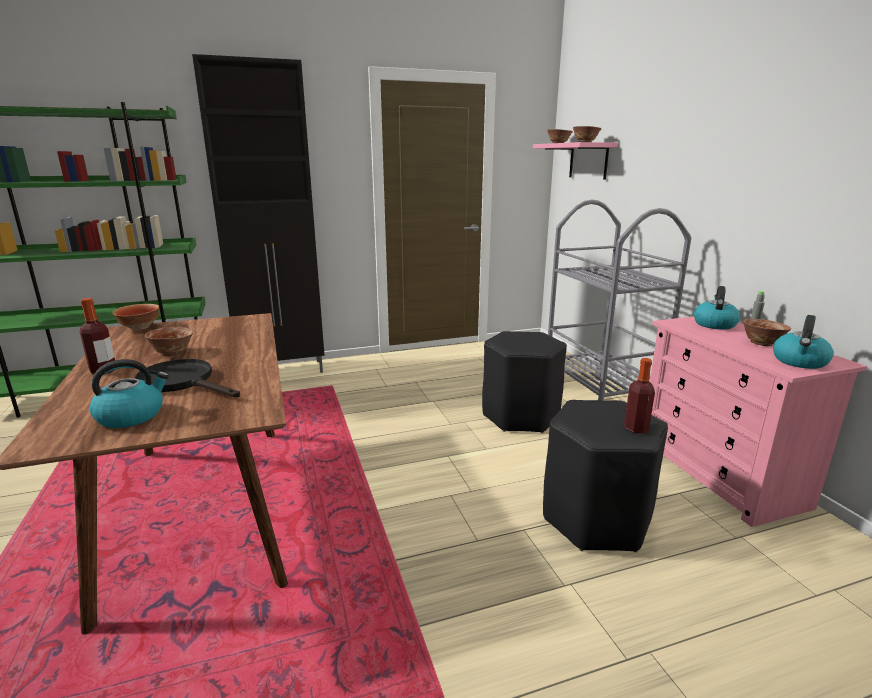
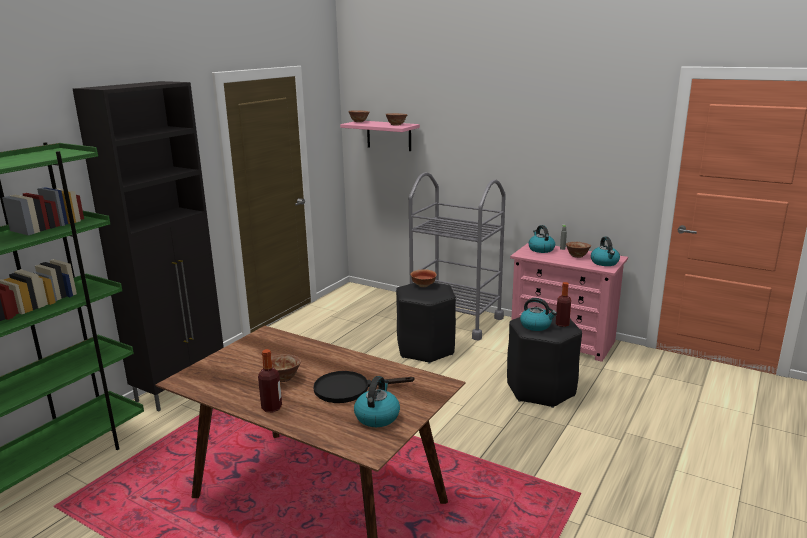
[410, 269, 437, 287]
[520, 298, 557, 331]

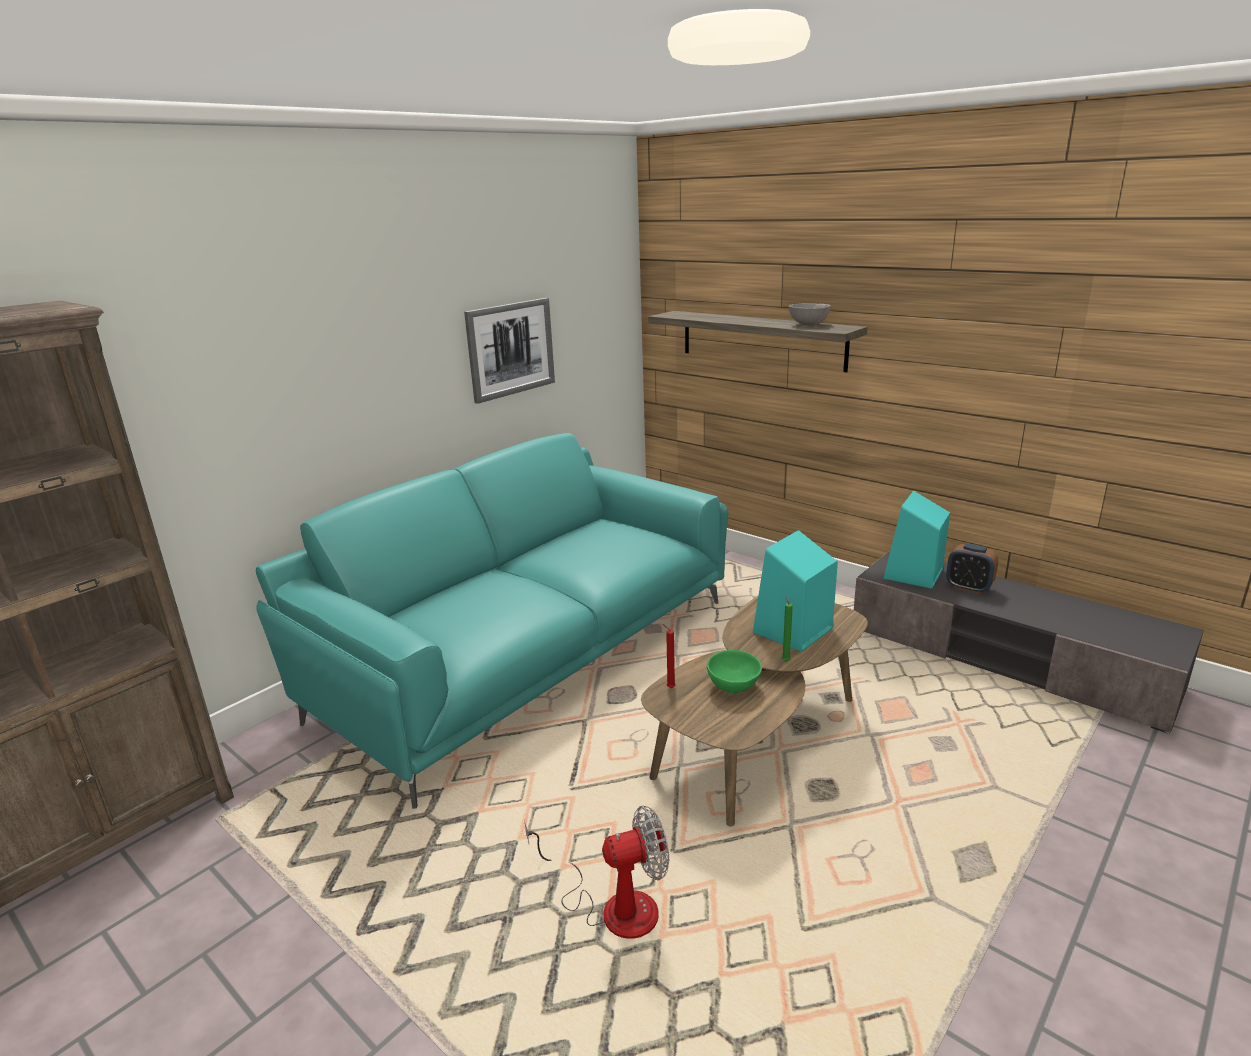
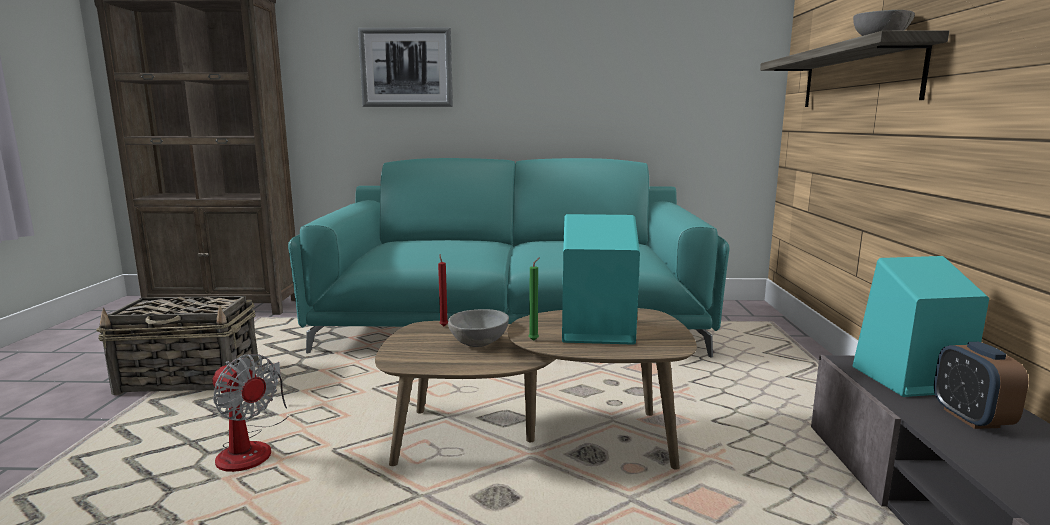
[96, 296, 259, 395]
[358, 27, 453, 107]
[448, 309, 509, 347]

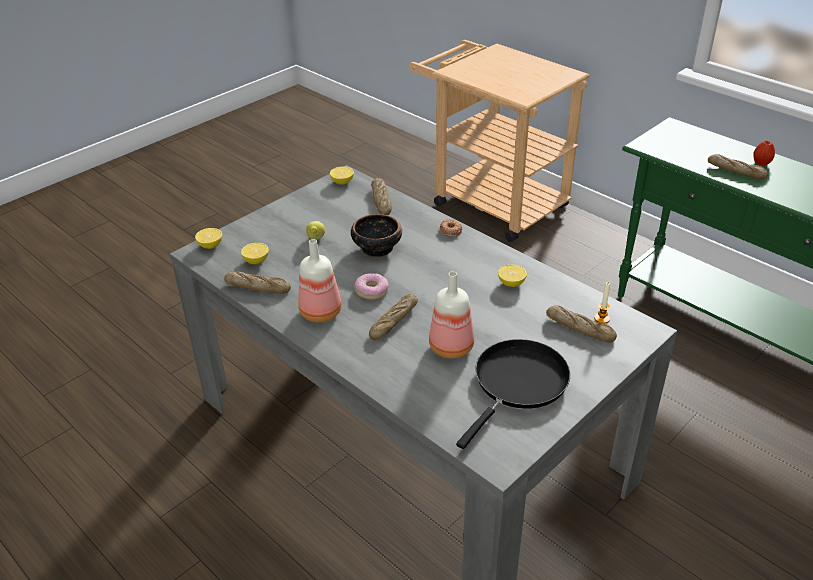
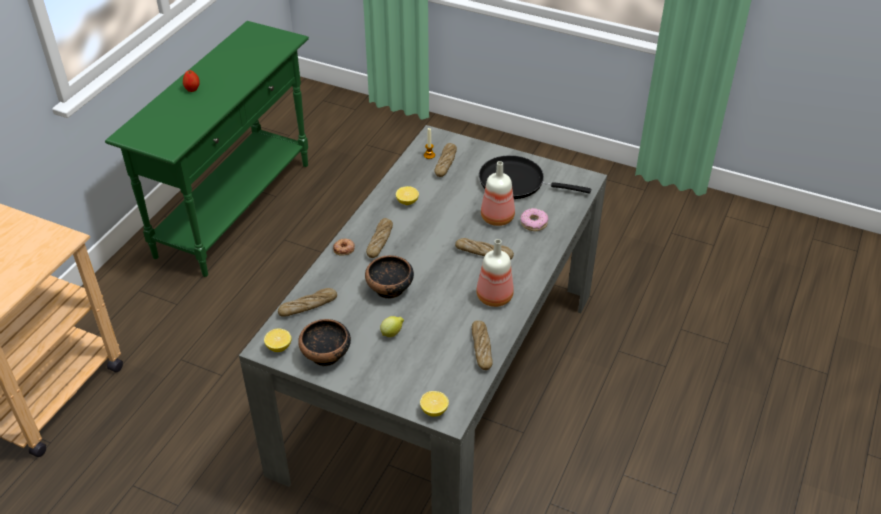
[298, 319, 351, 367]
[366, 218, 393, 258]
[521, 208, 548, 231]
[241, 243, 269, 264] (first image)

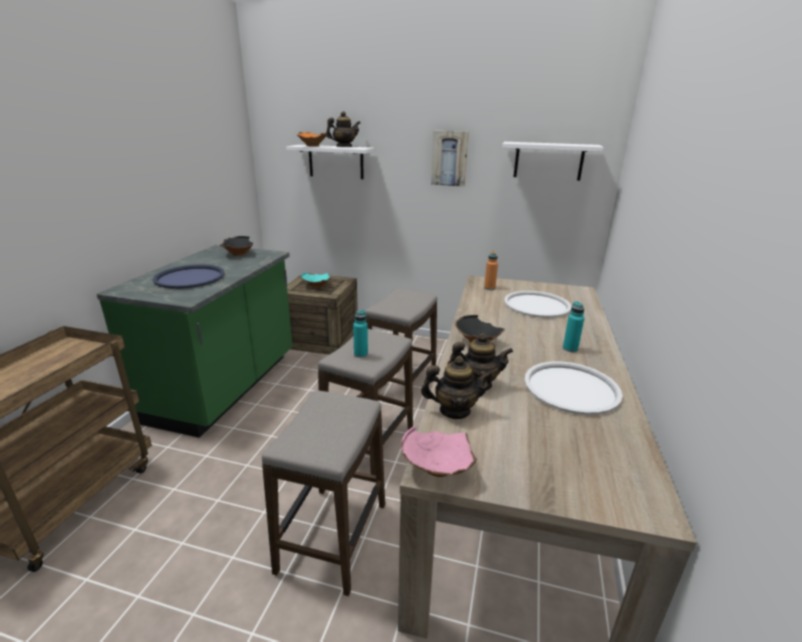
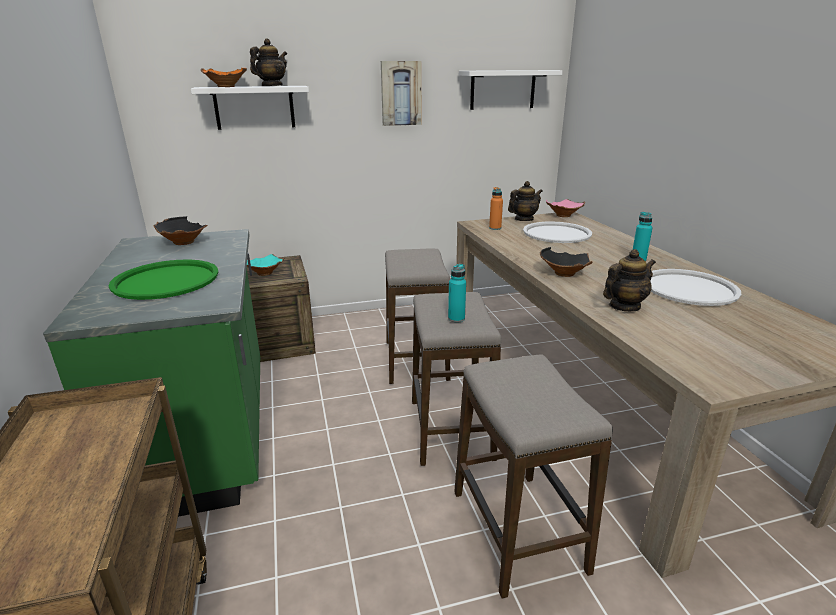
[109, 260, 219, 300]
[508, 181, 543, 221]
[546, 199, 585, 217]

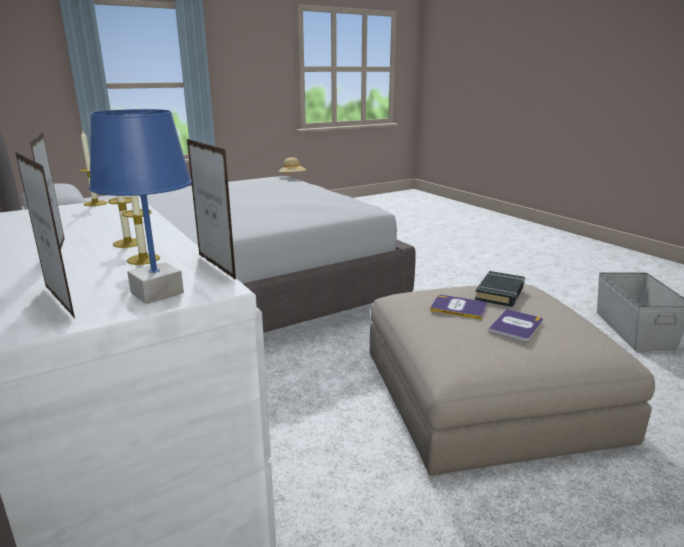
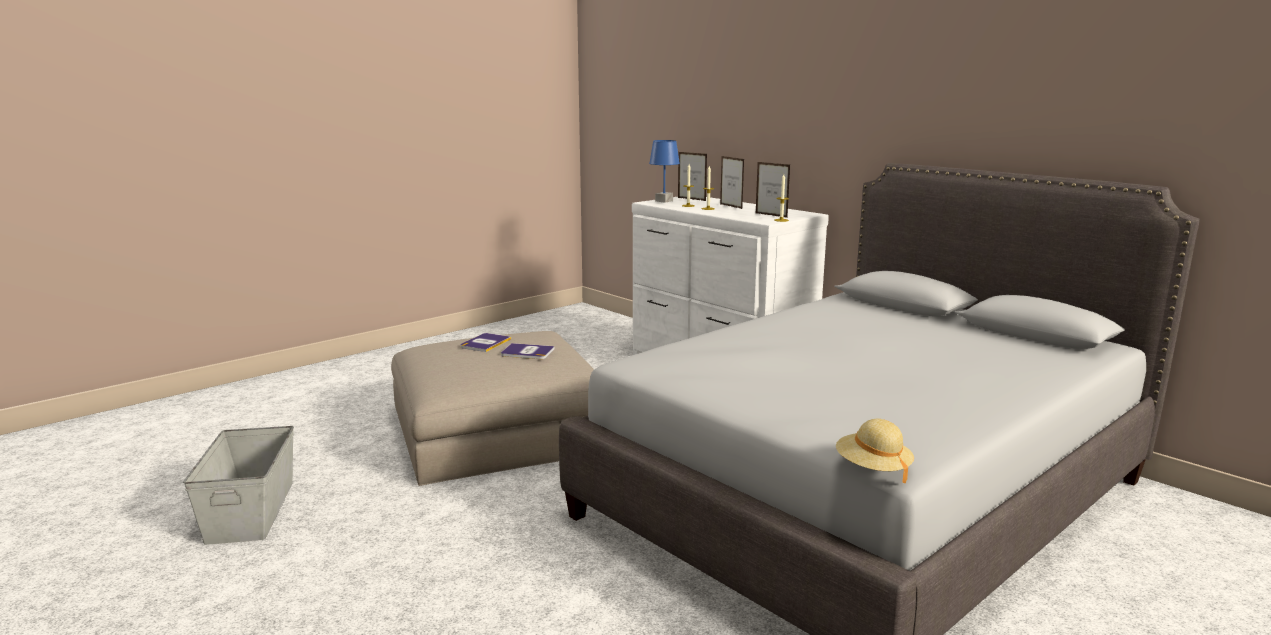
[756, 162, 790, 218]
[475, 271, 525, 307] (first image)

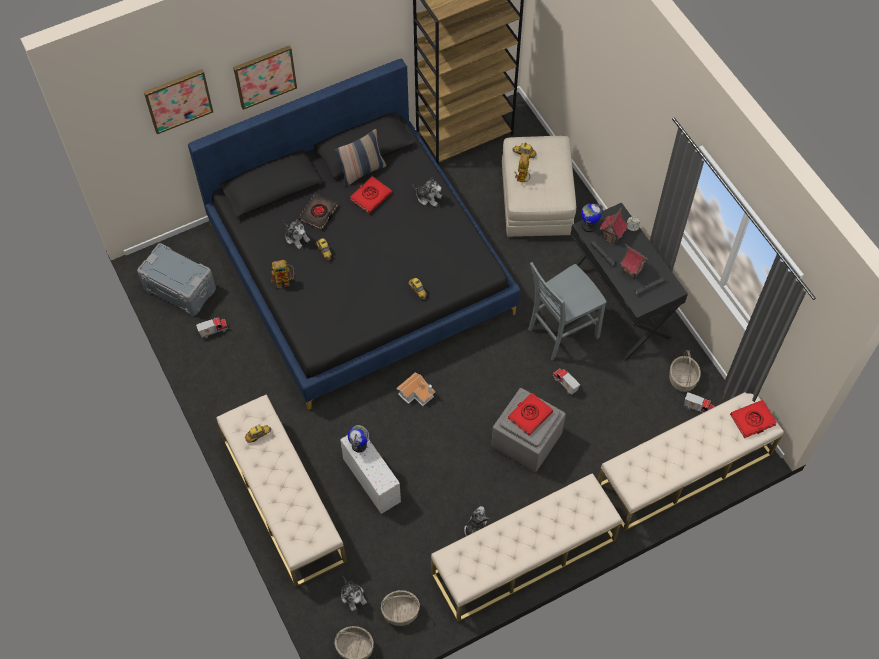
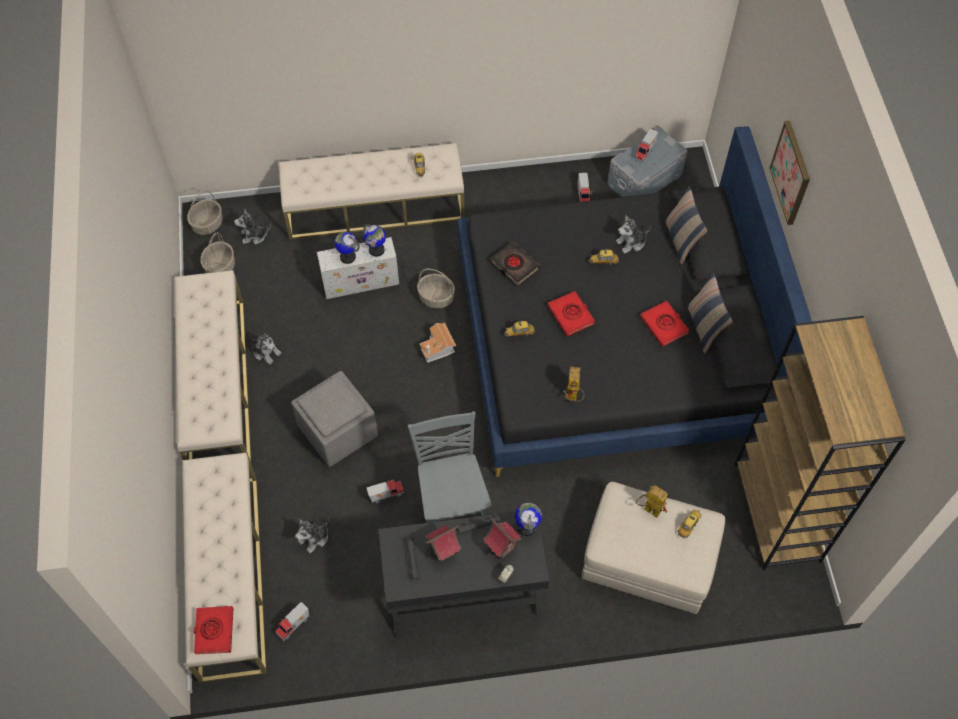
[295, 517, 329, 553]
[334, 232, 360, 264]
[417, 269, 455, 308]
[490, 242, 540, 286]
[548, 291, 595, 336]
[564, 366, 585, 402]
[635, 129, 658, 162]
[665, 186, 707, 265]
[144, 69, 213, 134] (first image)

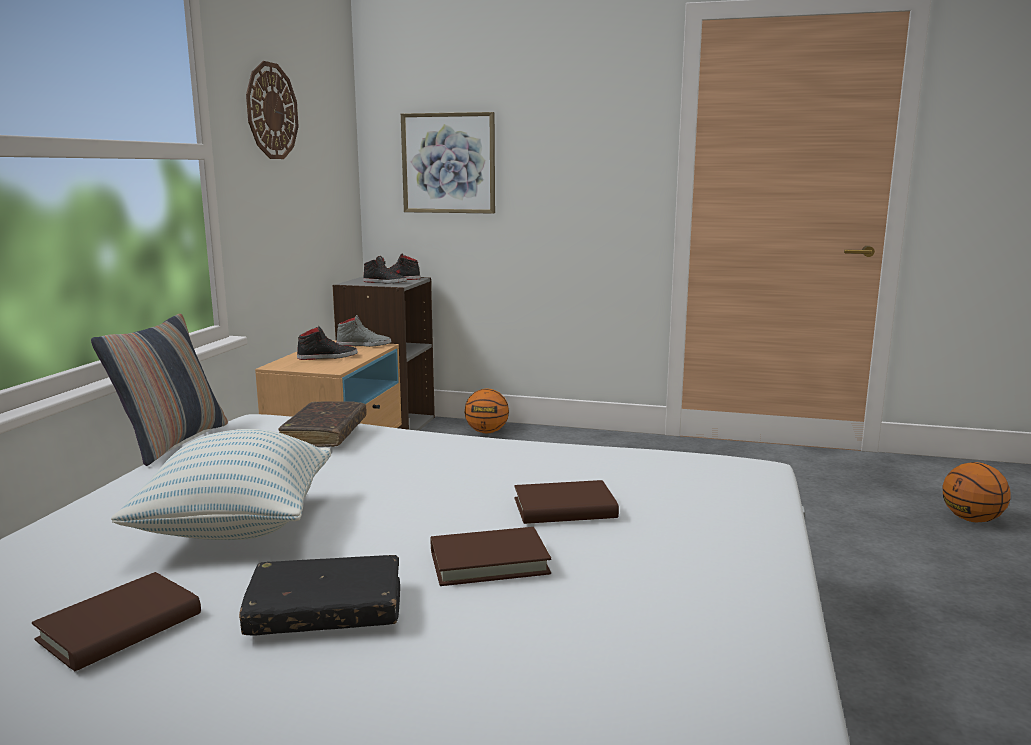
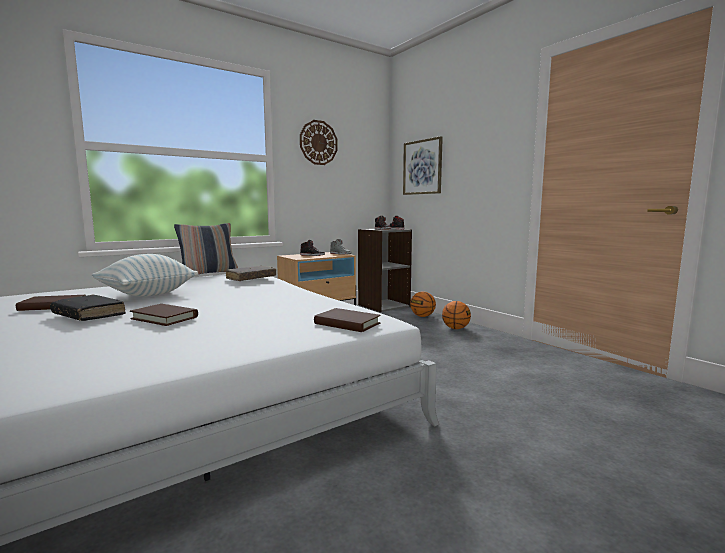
[314, 308, 381, 332]
[442, 301, 471, 329]

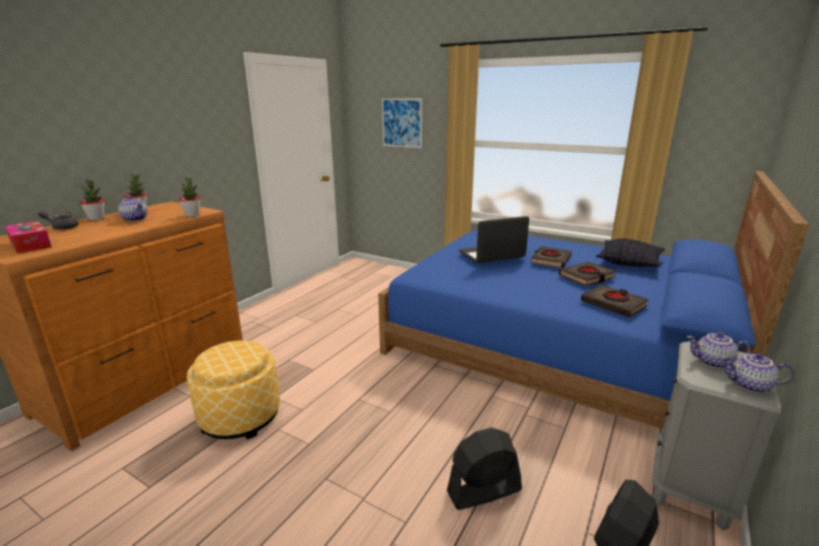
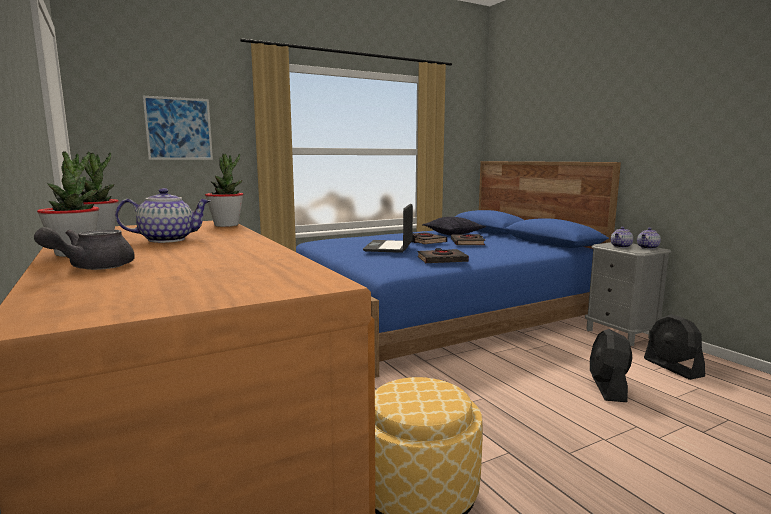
[417, 248, 469, 263]
[5, 221, 52, 254] (first image)

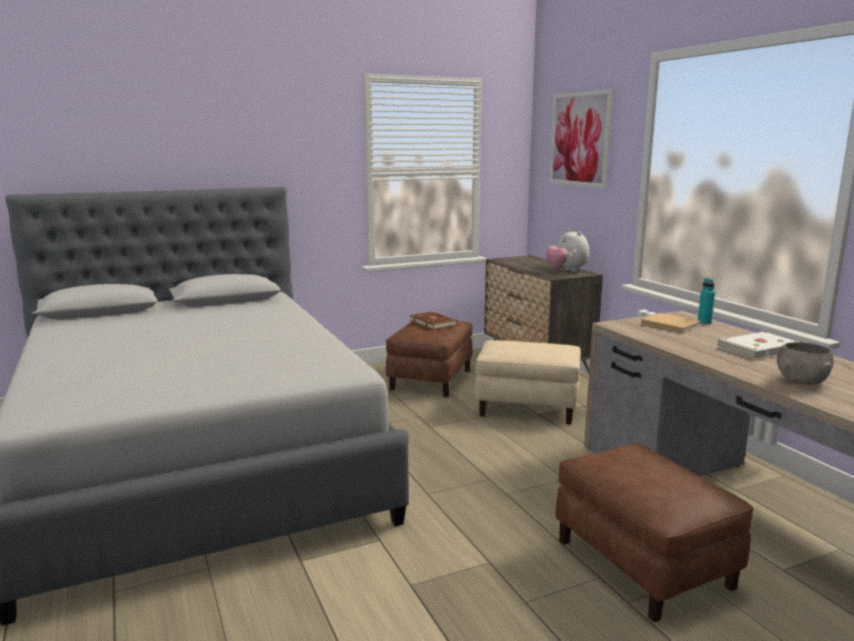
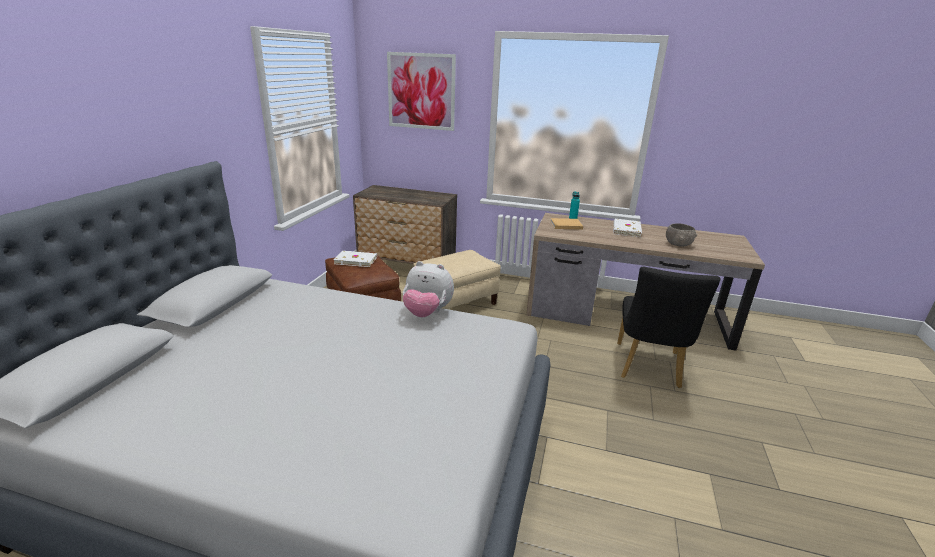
[334, 251, 377, 267]
[403, 261, 454, 317]
[617, 266, 720, 388]

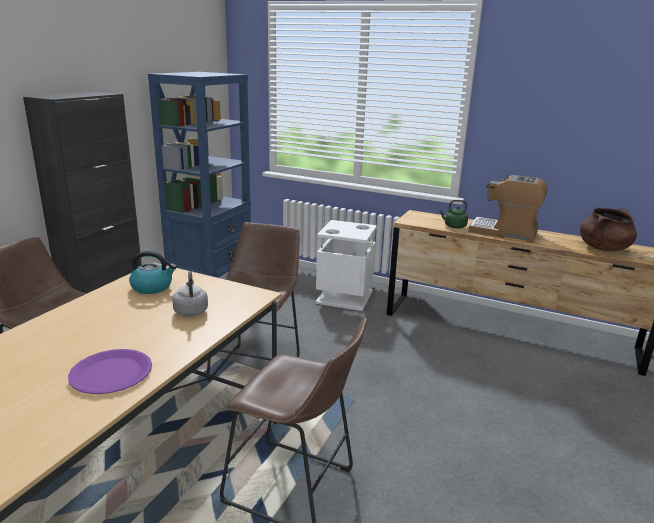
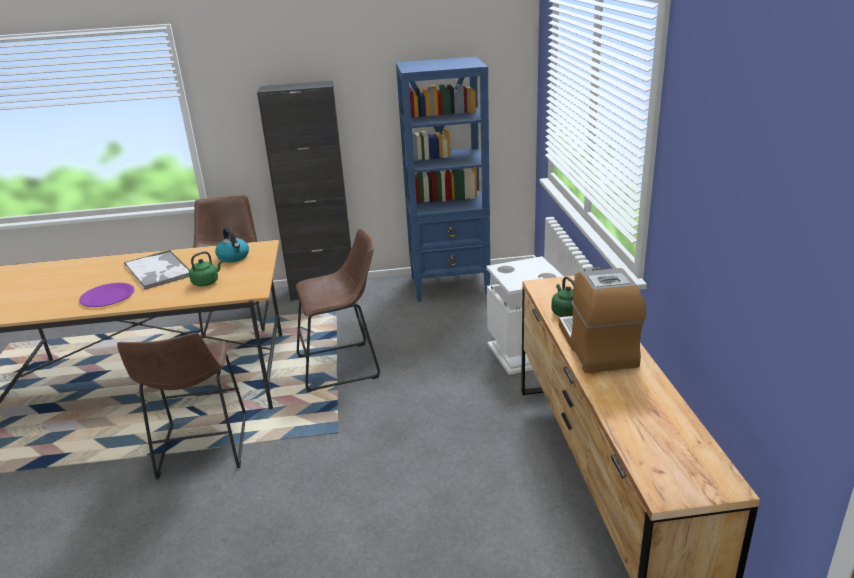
[124, 250, 190, 290]
[189, 251, 223, 286]
[580, 208, 637, 251] (first image)

